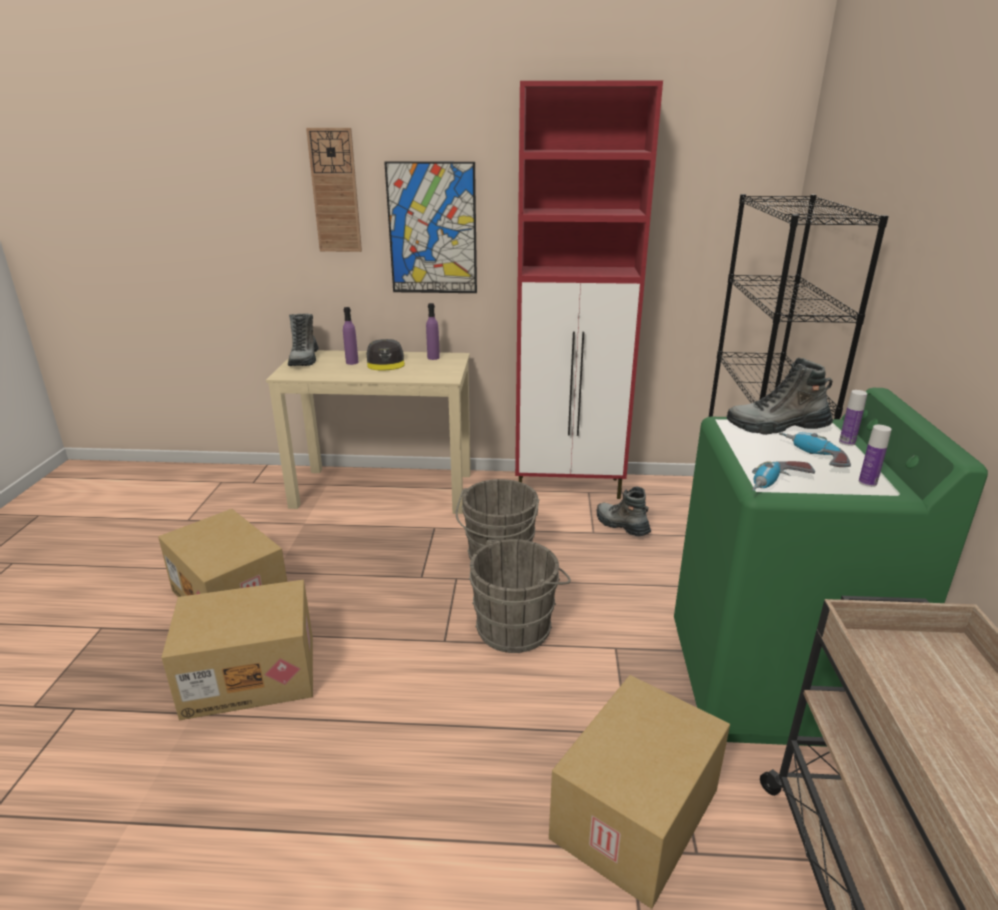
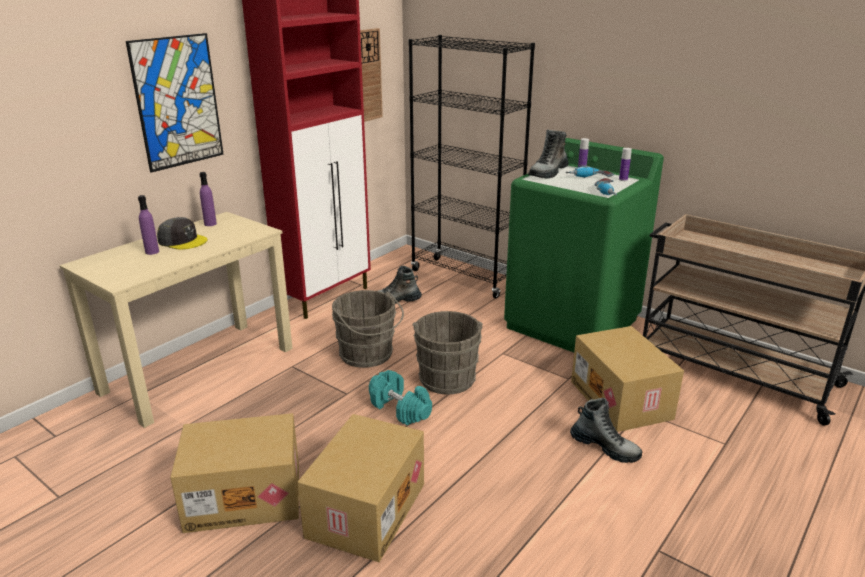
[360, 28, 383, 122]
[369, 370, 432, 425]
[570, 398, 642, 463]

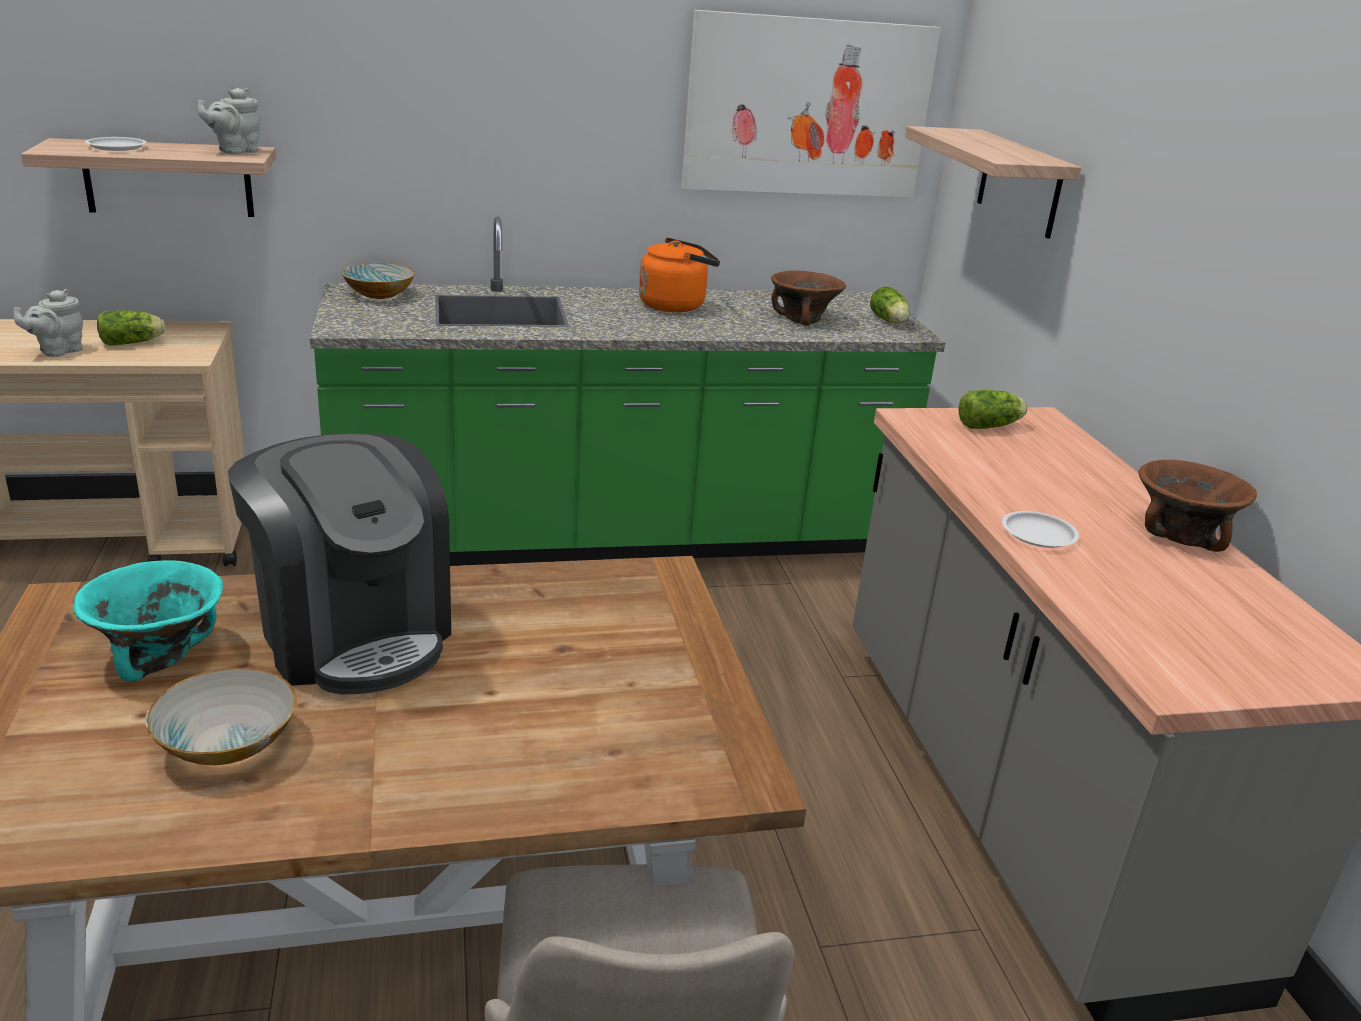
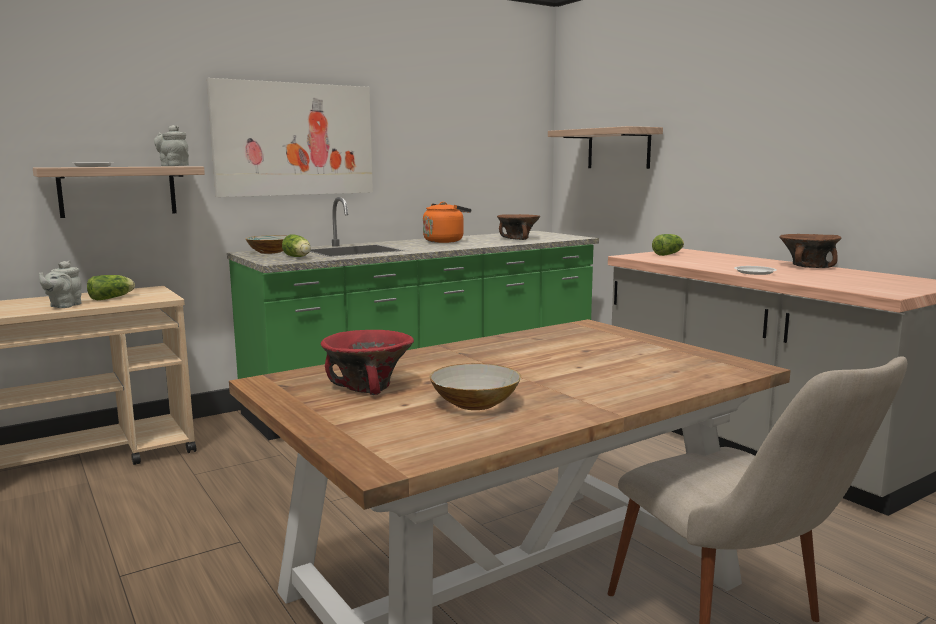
[154, 125, 189, 166]
[207, 78, 373, 197]
[282, 234, 311, 257]
[321, 330, 414, 395]
[228, 433, 451, 694] (first image)

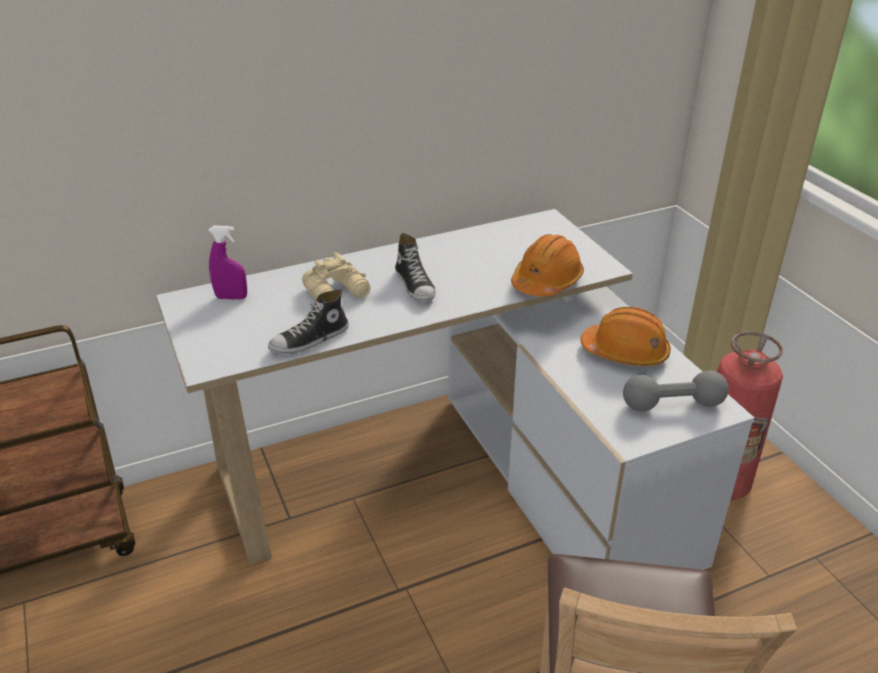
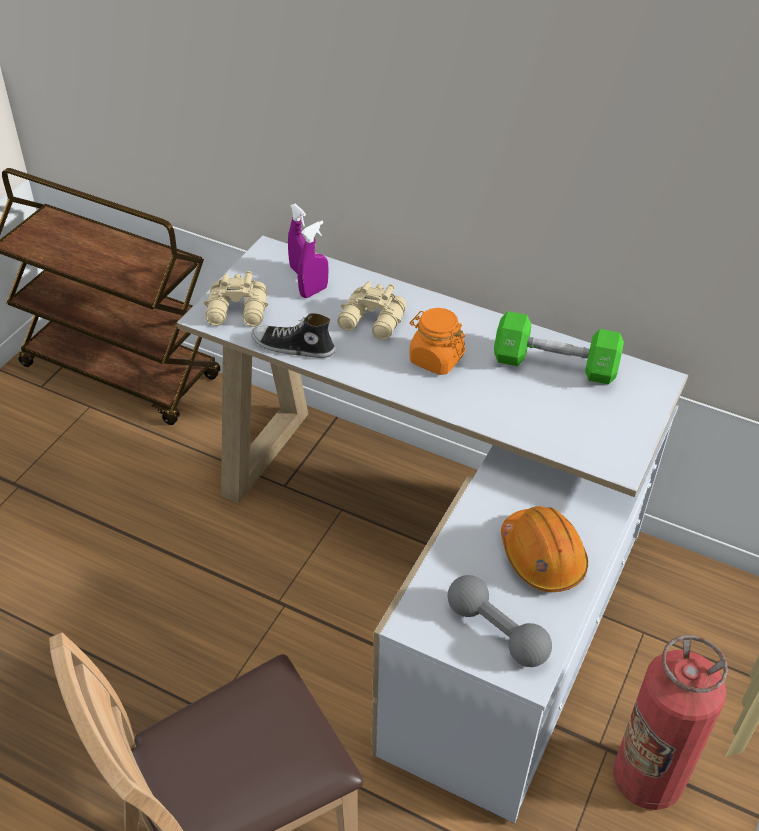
[204, 271, 268, 327]
[298, 221, 329, 298]
[409, 308, 465, 375]
[494, 311, 624, 385]
[511, 234, 584, 296] (first image)

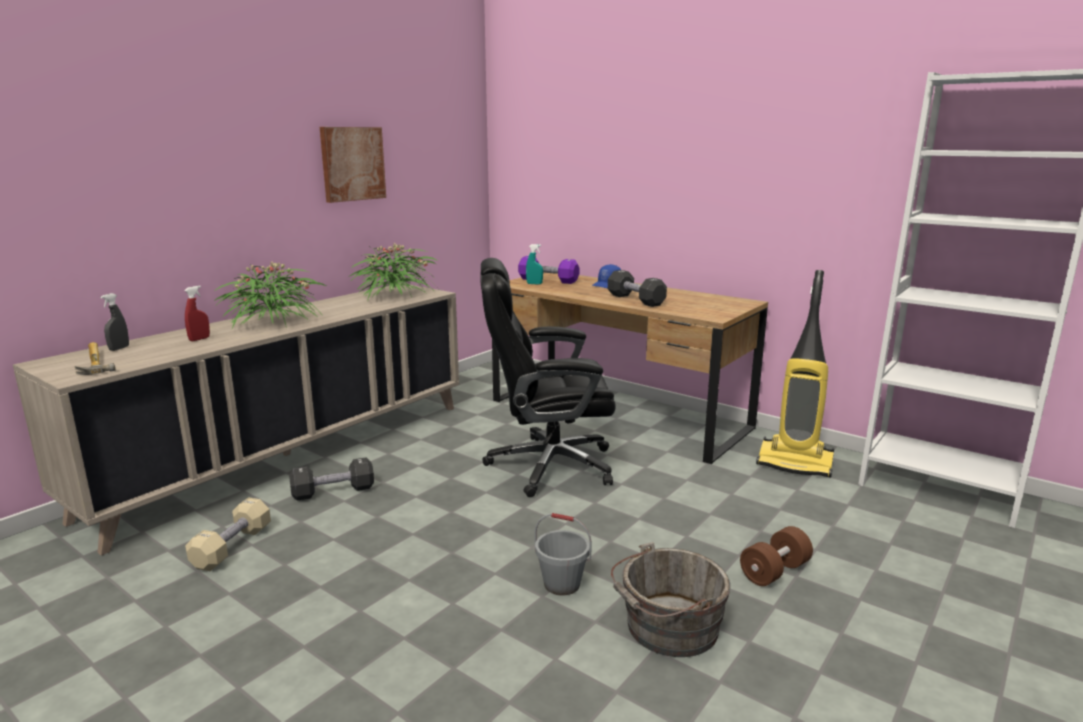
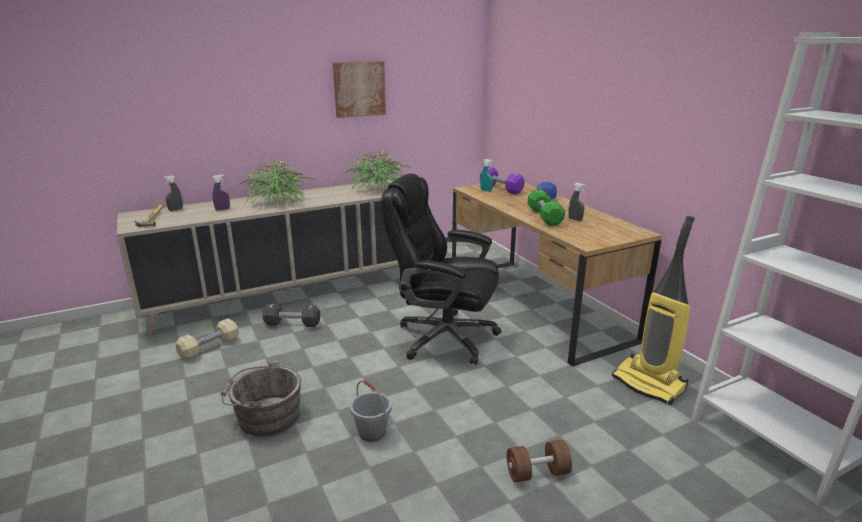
[213, 174, 230, 211]
[221, 361, 301, 437]
[527, 190, 565, 226]
[569, 183, 585, 221]

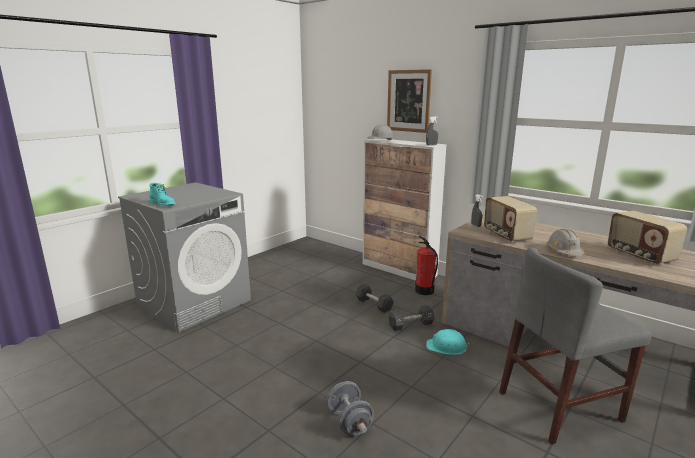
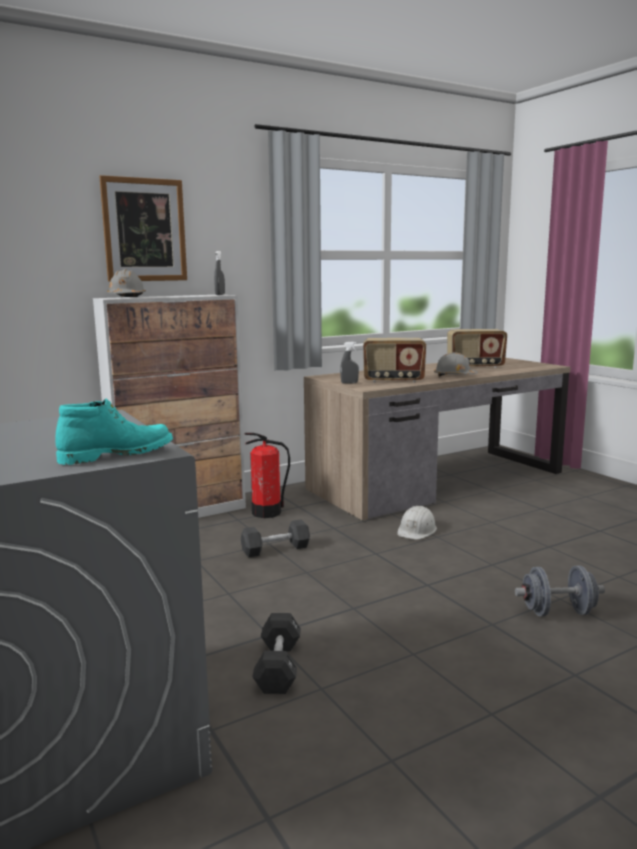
[252, 613, 301, 694]
[397, 506, 437, 540]
[499, 247, 651, 444] (first image)

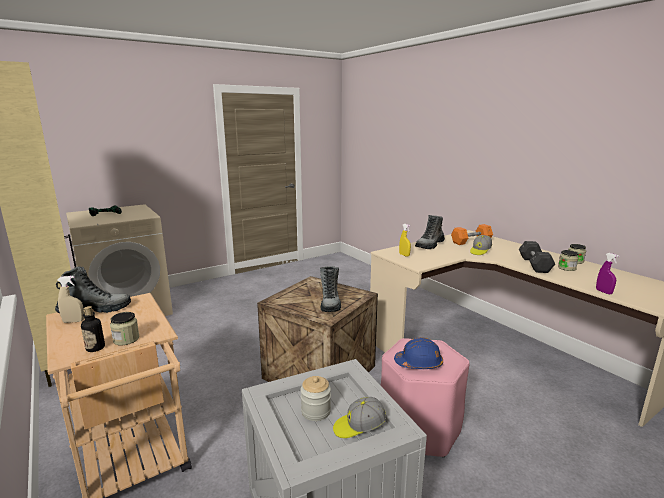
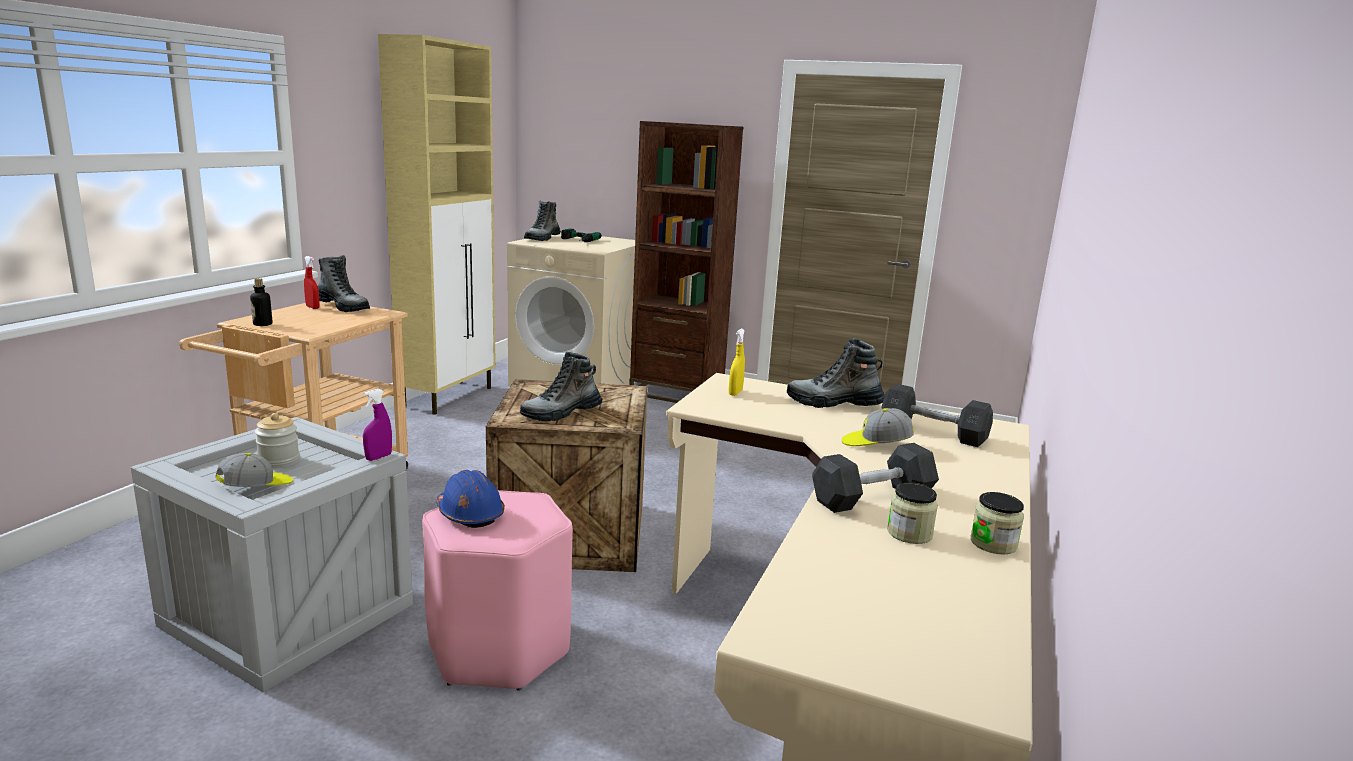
[215, 453, 293, 487]
[304, 256, 320, 309]
[363, 389, 392, 461]
[524, 201, 561, 241]
[629, 121, 744, 403]
[881, 384, 993, 447]
[110, 312, 140, 345] (first image)

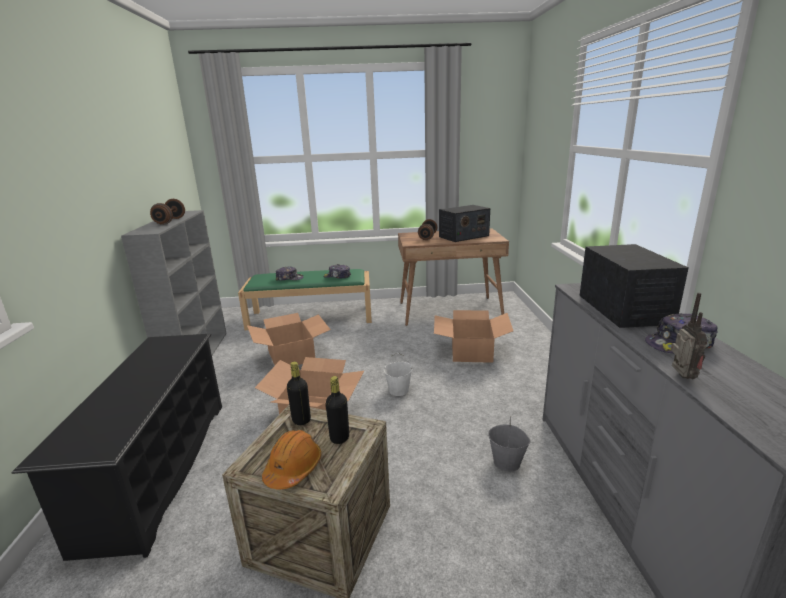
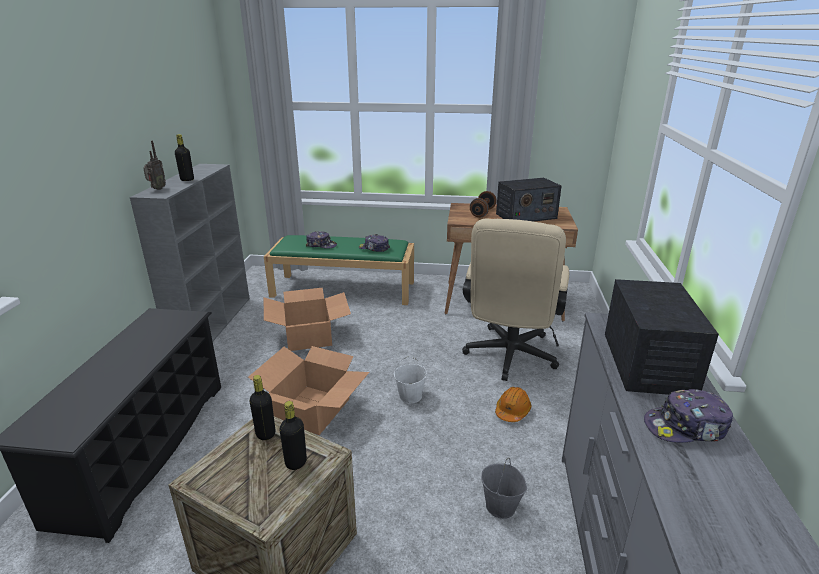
[143, 141, 166, 190]
[175, 134, 194, 181]
[462, 219, 569, 381]
[495, 387, 531, 422]

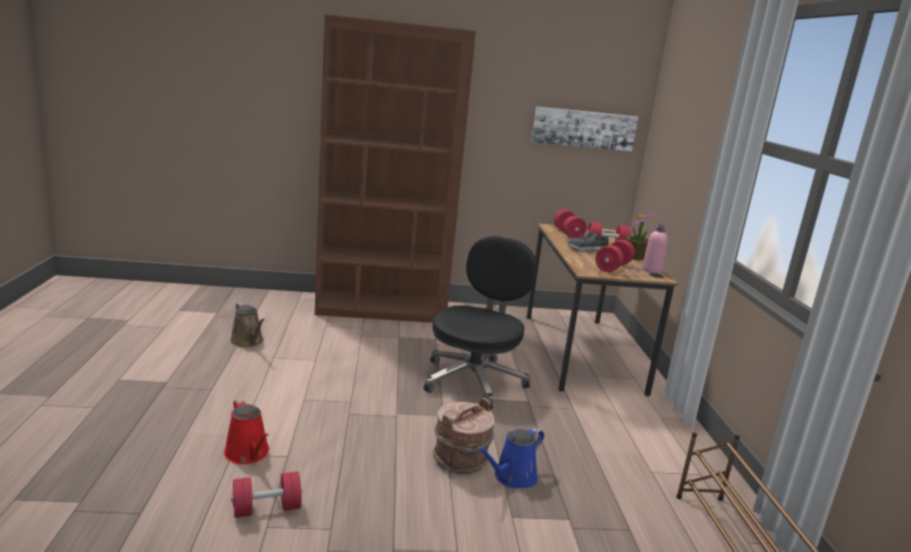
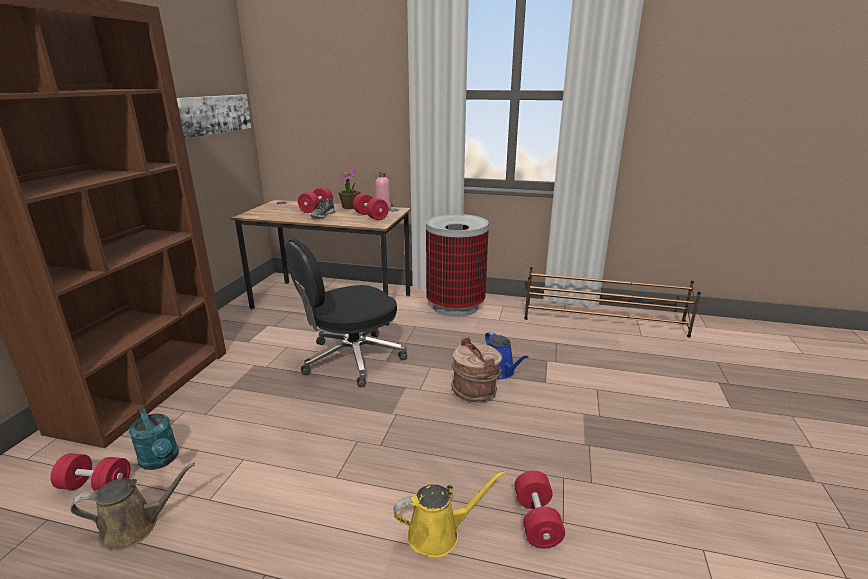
[51, 453, 131, 491]
[128, 406, 179, 470]
[285, 239, 407, 387]
[393, 471, 505, 558]
[426, 214, 489, 317]

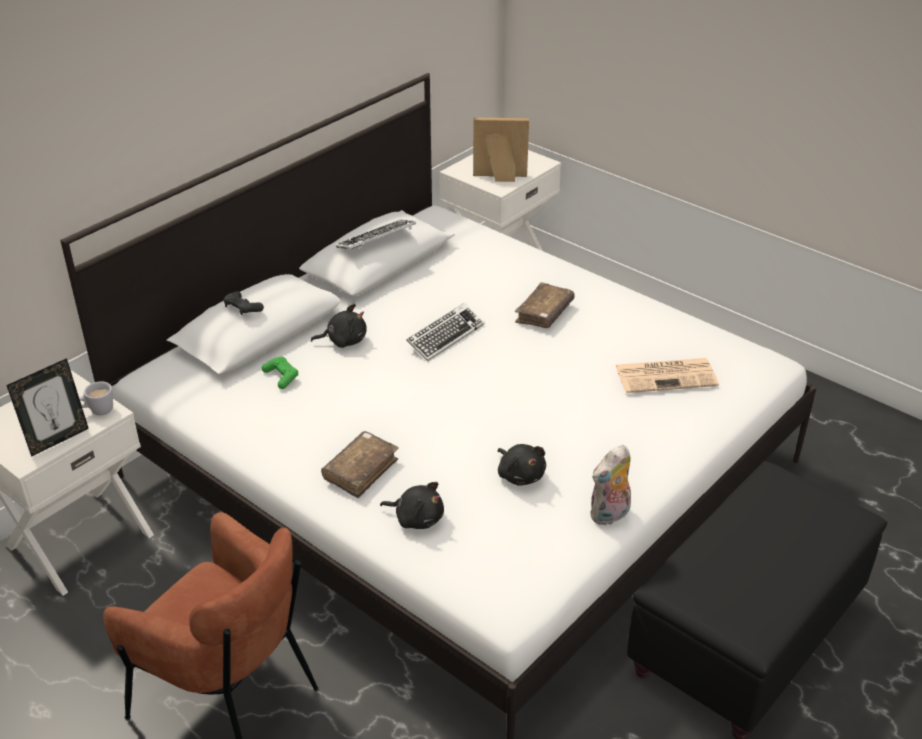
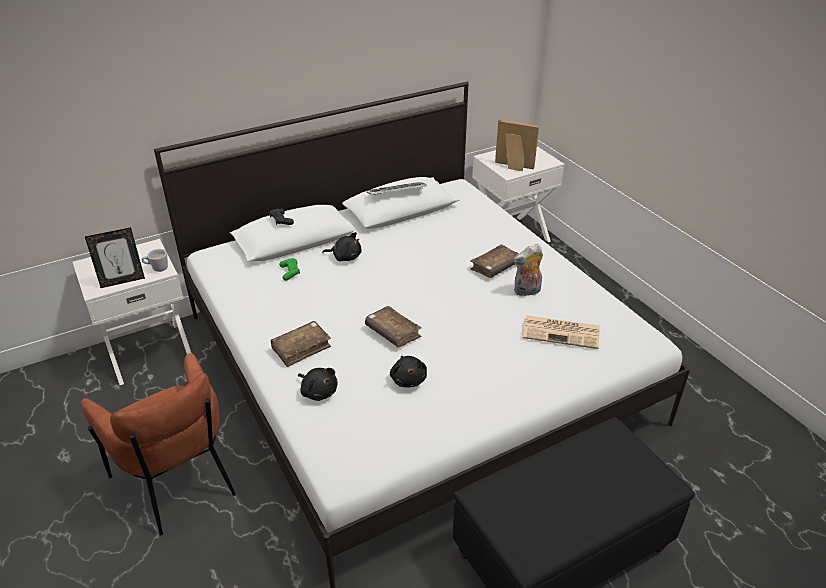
[365, 306, 422, 348]
[513, 244, 543, 296]
[406, 303, 485, 362] (first image)

